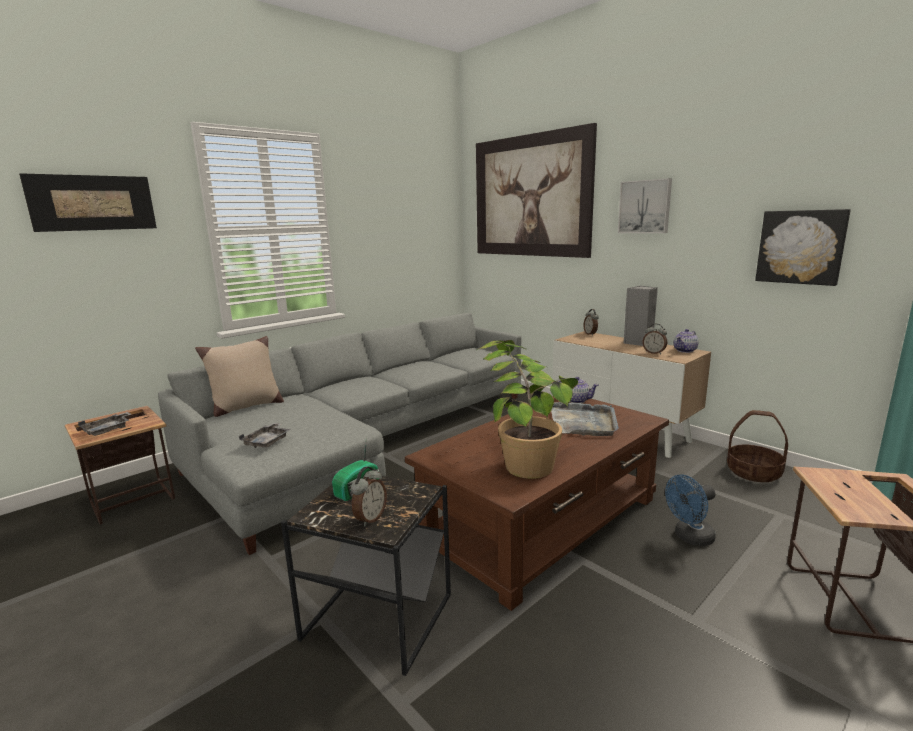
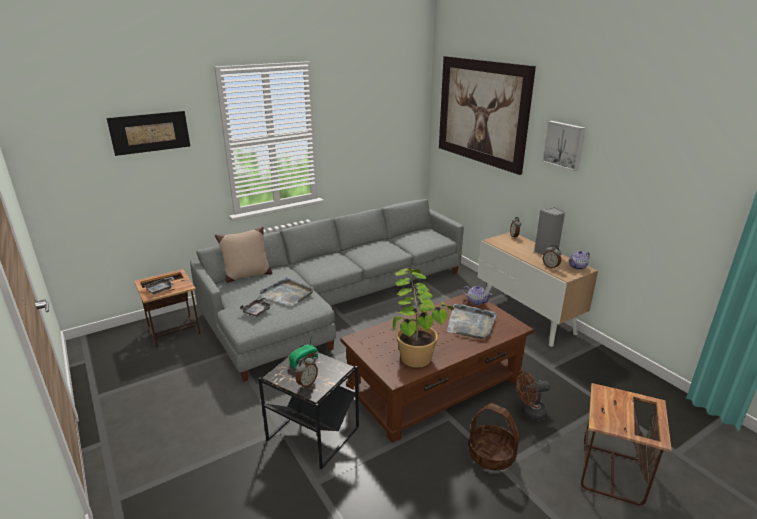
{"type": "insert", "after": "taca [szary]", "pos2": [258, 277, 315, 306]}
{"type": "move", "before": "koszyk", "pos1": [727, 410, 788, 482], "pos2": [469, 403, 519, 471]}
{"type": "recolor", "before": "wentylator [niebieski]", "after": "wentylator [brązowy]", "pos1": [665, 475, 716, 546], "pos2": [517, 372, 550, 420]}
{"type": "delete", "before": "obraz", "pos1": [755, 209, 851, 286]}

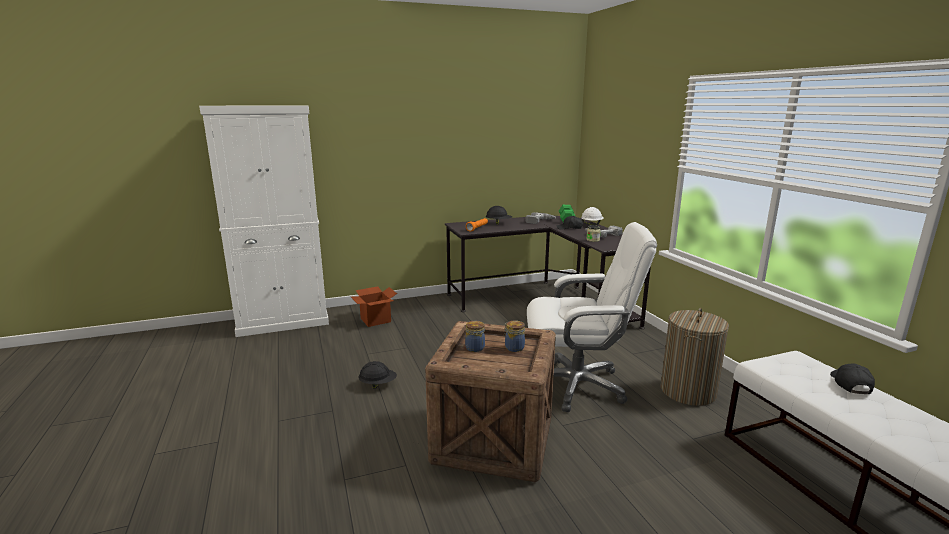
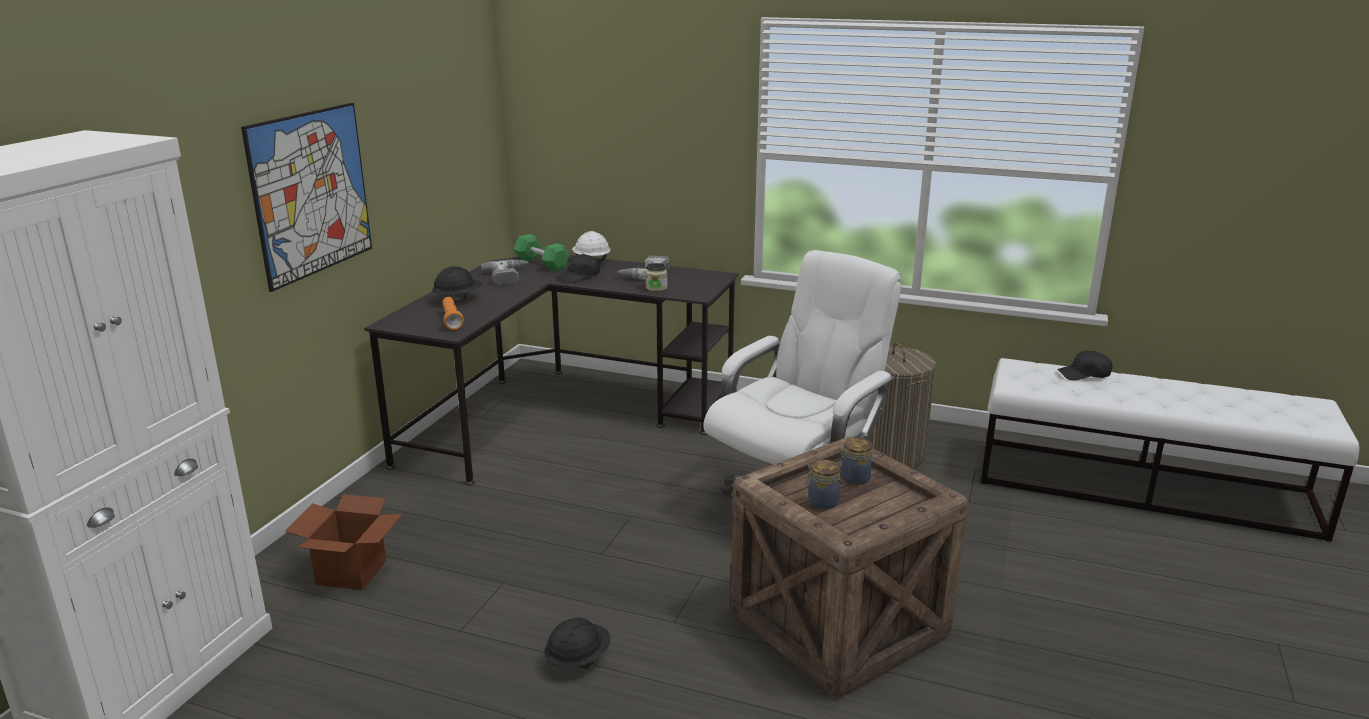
{"type": "insert", "after": "obraz", "pos2": [241, 103, 372, 292]}
{"type": "rotate", "before": "czapka z daszkiem [czarny]", "pos1": [830, 363, 875, 394], "pos2": [1057, 350, 1113, 380], "turn": -60}

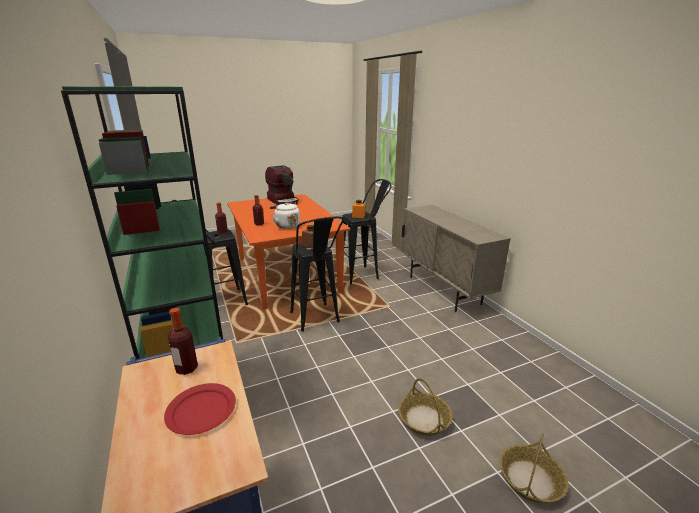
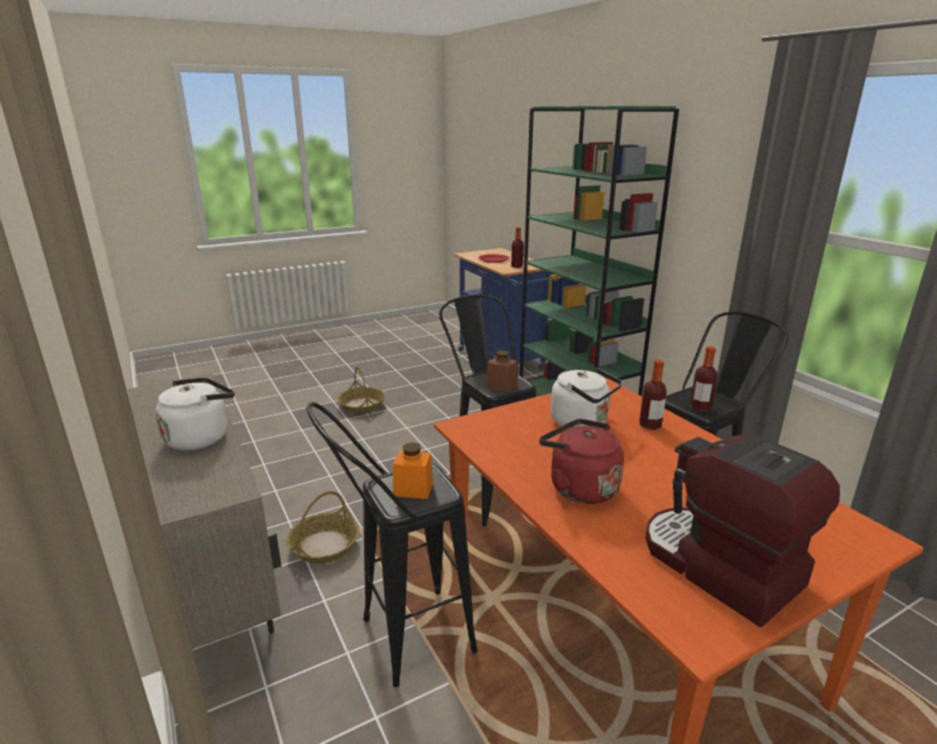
{"type": "insert", "after": "czajnik [biały]", "pos2": [155, 377, 235, 450]}
{"type": "move", "before": "koszyk", "pos1": [500, 433, 569, 503], "pos2": [287, 491, 359, 564]}
{"type": "insert", "after": "czajnik [czerwony]", "pos2": [539, 419, 624, 504]}

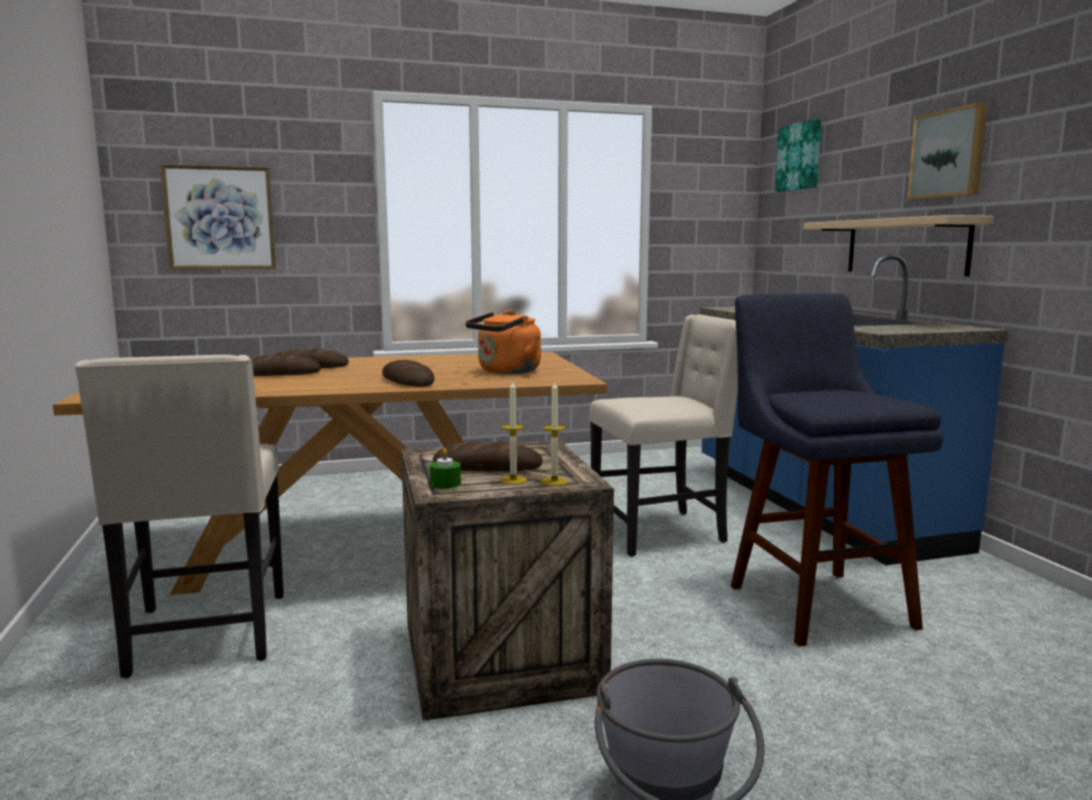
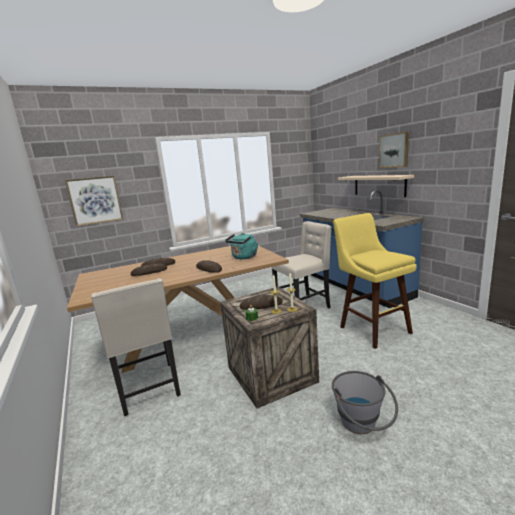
{"type": "recolor", "before": "czajnik [pomarańczowy]", "after": "czajnik [turkusowy]", "pos1": [465, 310, 541, 374], "pos2": [225, 233, 258, 259]}
{"type": "recolor", "before": "stołek [niebieski]", "after": "stołek [żółty]", "pos1": [731, 293, 943, 646], "pos2": [333, 213, 417, 349]}
{"type": "delete", "before": "obraz", "pos1": [775, 118, 821, 192]}

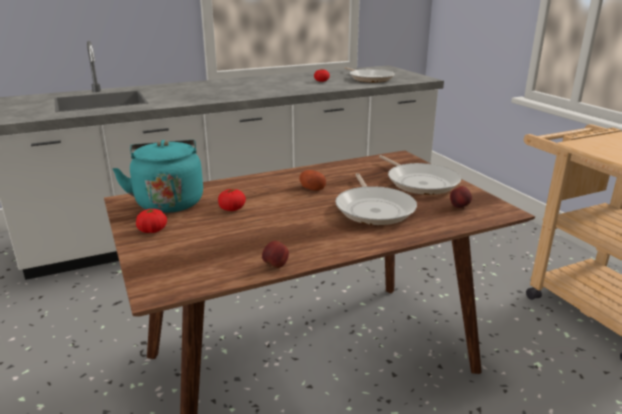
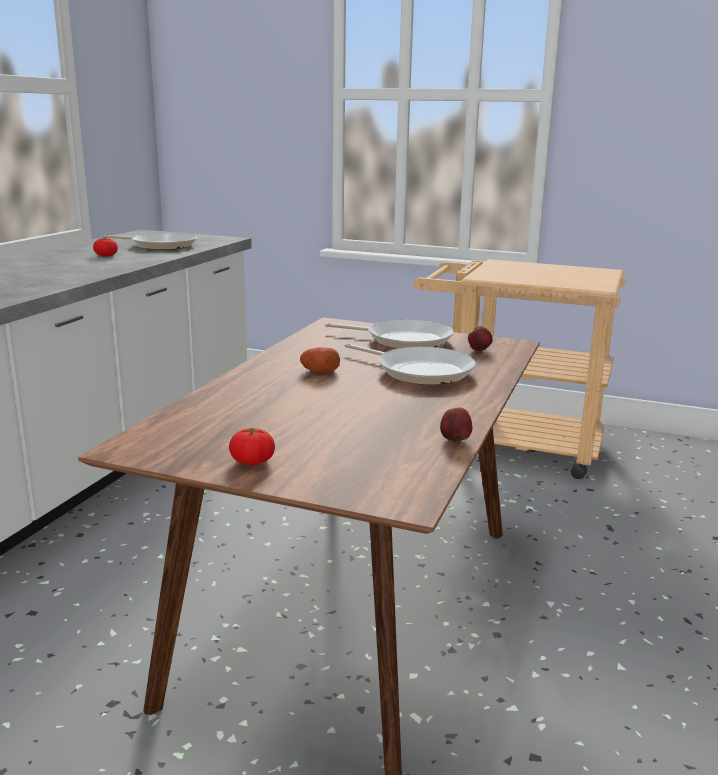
{"type": "delete", "before": "czajnik [turkusowy]", "pos1": [113, 140, 203, 213]}
{"type": "delete", "before": "pomidor", "pos1": [218, 189, 246, 211]}

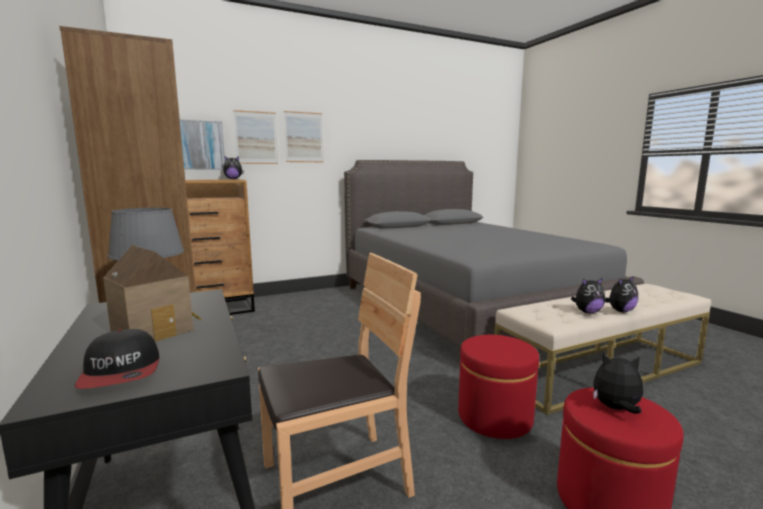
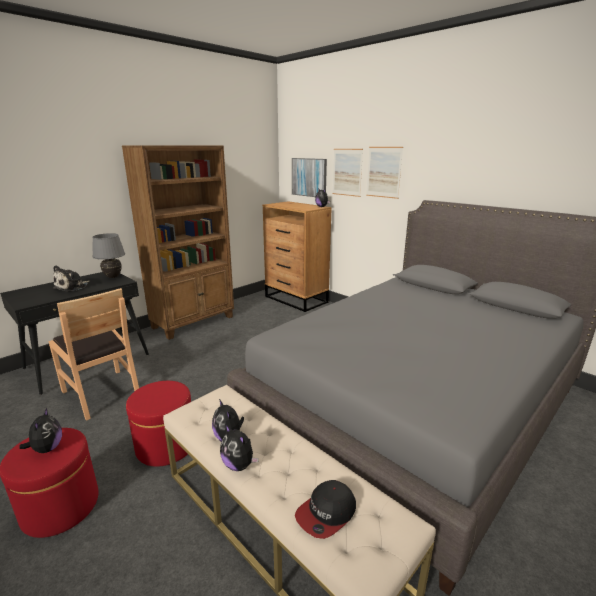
{"type": "replace", "before": "domek", "after": "pluszak", "pos1": [103, 245, 202, 342], "pos2": [53, 265, 90, 292]}
{"type": "move", "before": "czapka z daszkiem", "pos1": [74, 329, 159, 389], "pos2": [295, 480, 356, 539]}

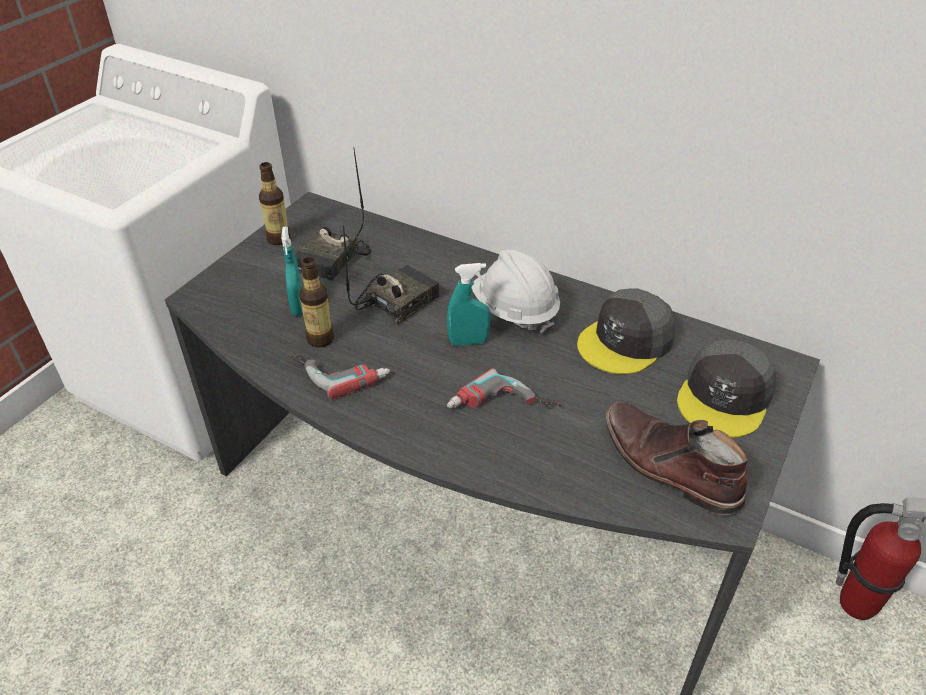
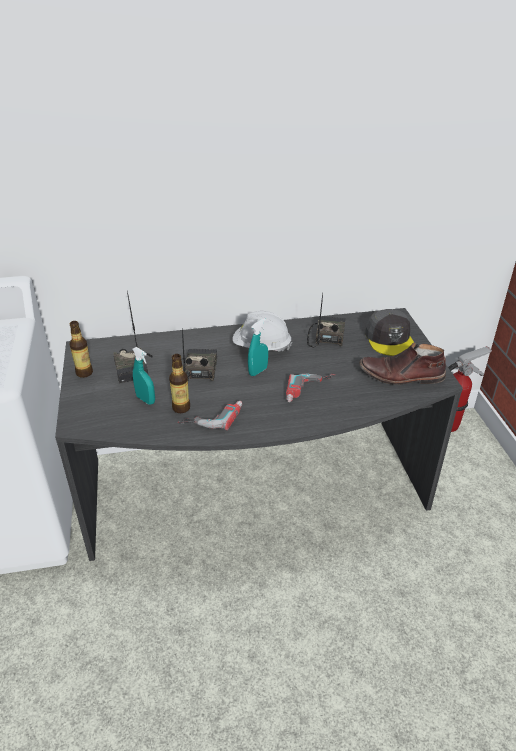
{"type": "replace", "before": "czapka z daszkiem [szary]", "after": "radio", "pos1": [577, 288, 676, 374], "pos2": [307, 293, 345, 348]}

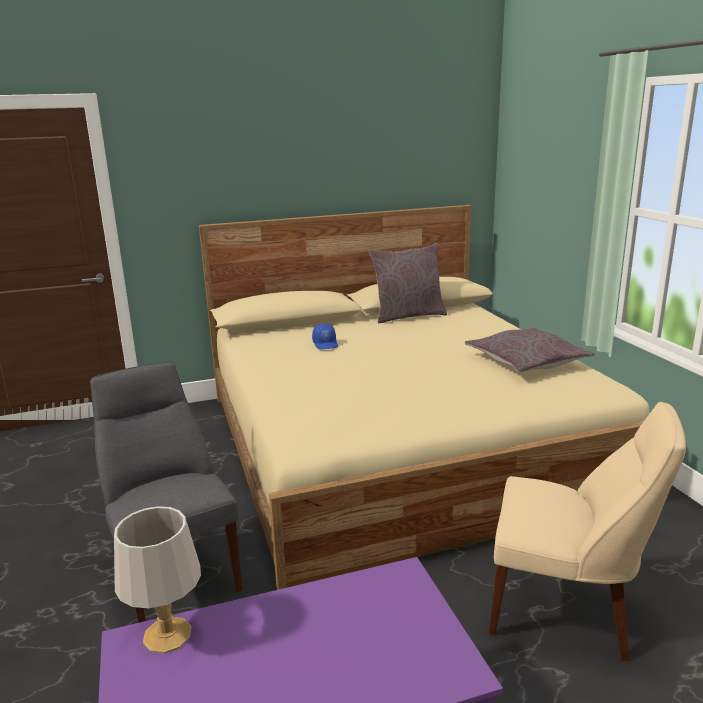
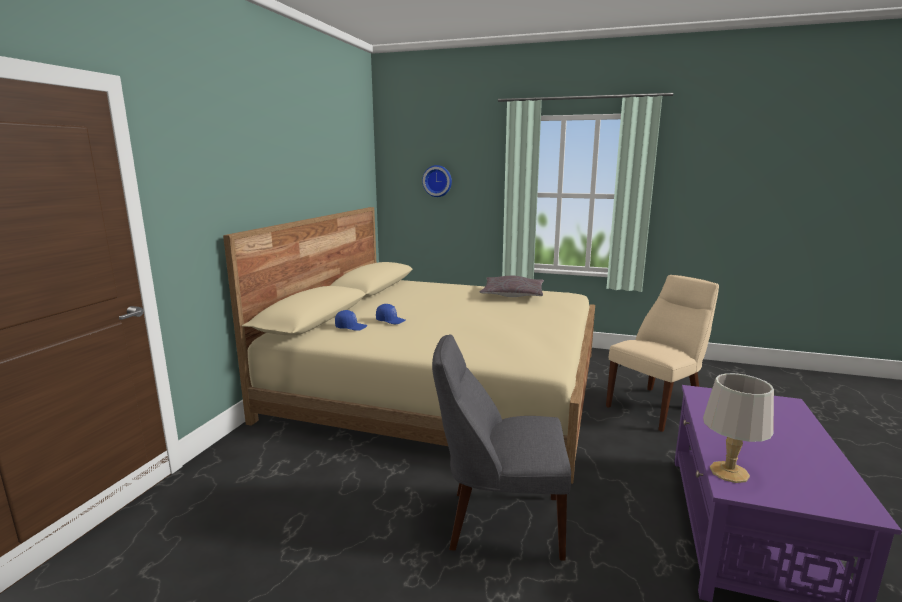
{"type": "insert", "after": "czapka z daszkiem [niebieski]", "pos2": [335, 310, 367, 331]}
{"type": "insert", "after": "zegar ścienny", "pos2": [422, 165, 452, 197]}
{"type": "delete", "before": "poduszka [szary]", "pos1": [369, 243, 447, 323]}

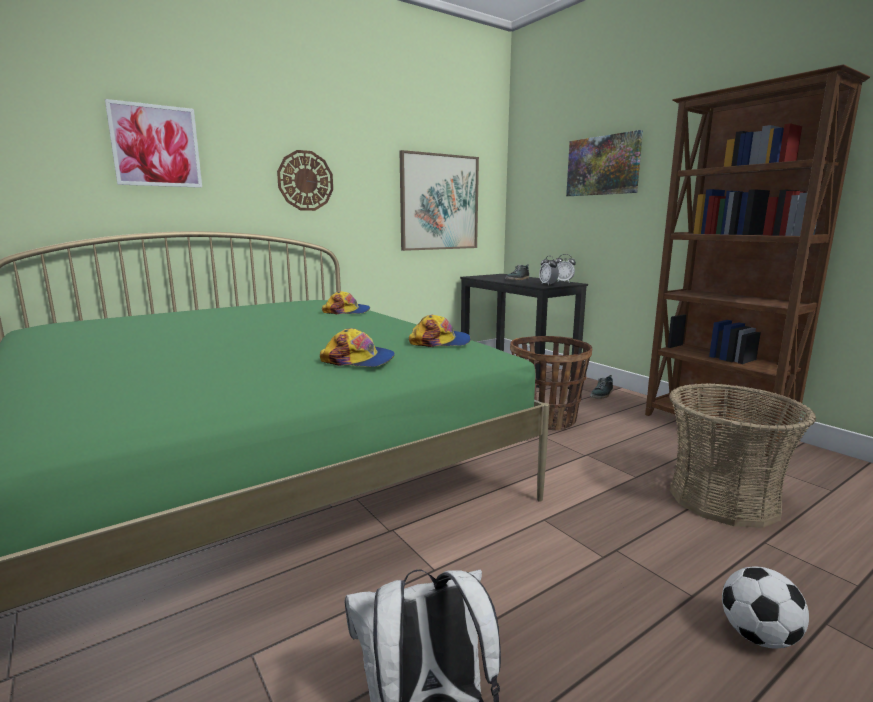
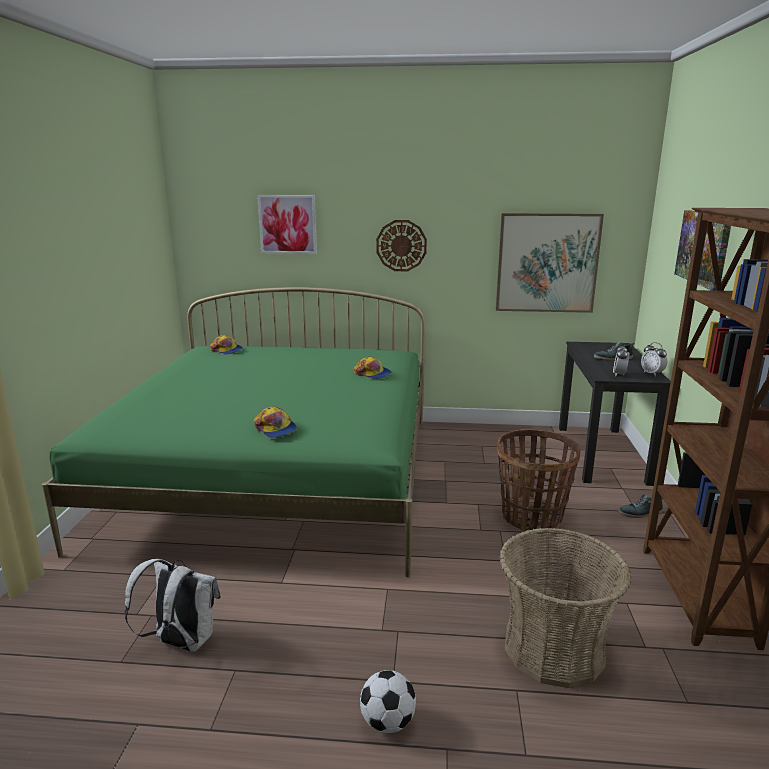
{"type": "move", "before": "czapka z daszkiem", "pos1": [409, 315, 471, 347], "pos2": [210, 335, 243, 355]}

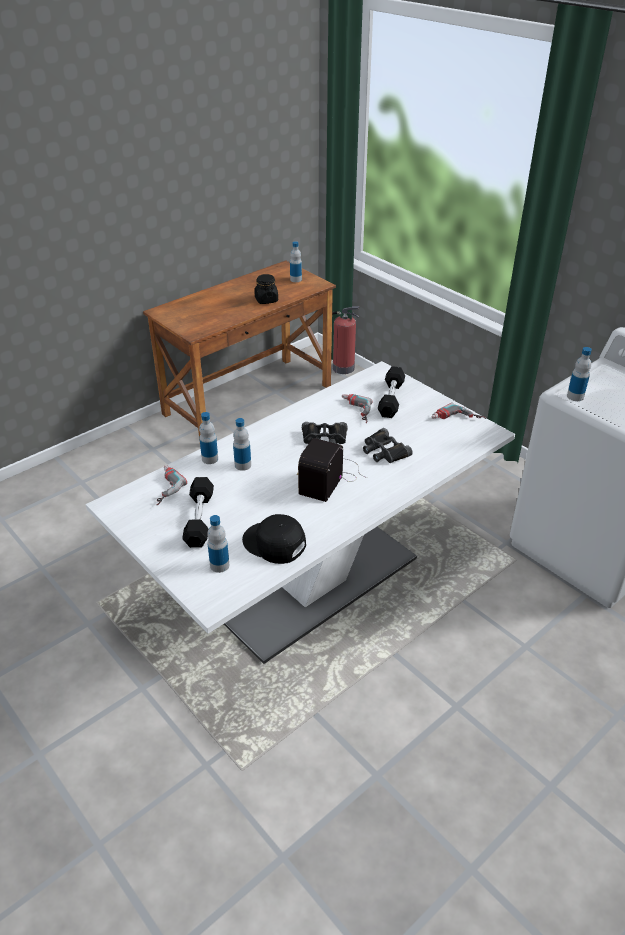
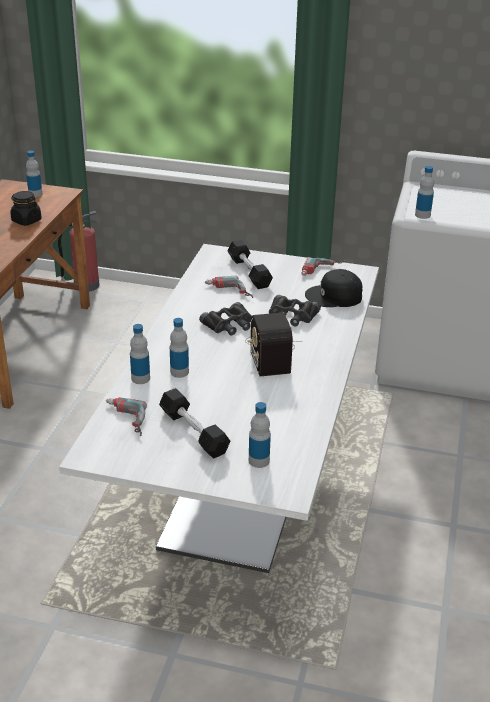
{"type": "move", "before": "czapka z daszkiem [czarny]", "pos1": [242, 514, 306, 564], "pos2": [305, 269, 362, 307]}

